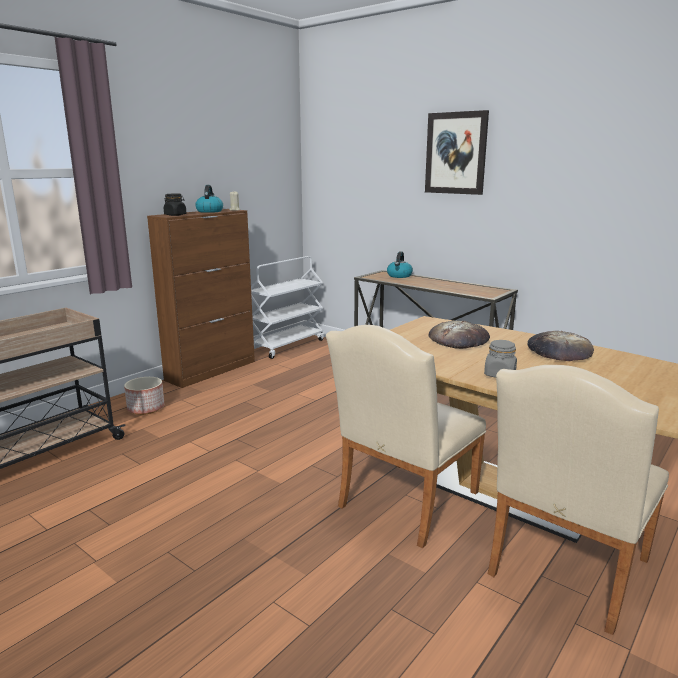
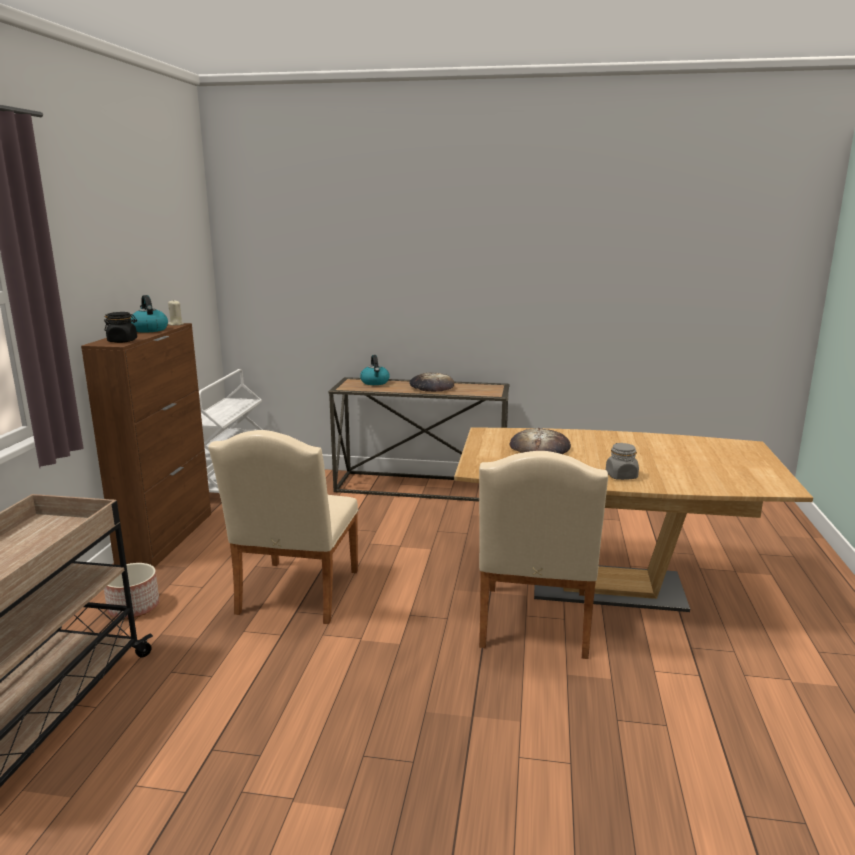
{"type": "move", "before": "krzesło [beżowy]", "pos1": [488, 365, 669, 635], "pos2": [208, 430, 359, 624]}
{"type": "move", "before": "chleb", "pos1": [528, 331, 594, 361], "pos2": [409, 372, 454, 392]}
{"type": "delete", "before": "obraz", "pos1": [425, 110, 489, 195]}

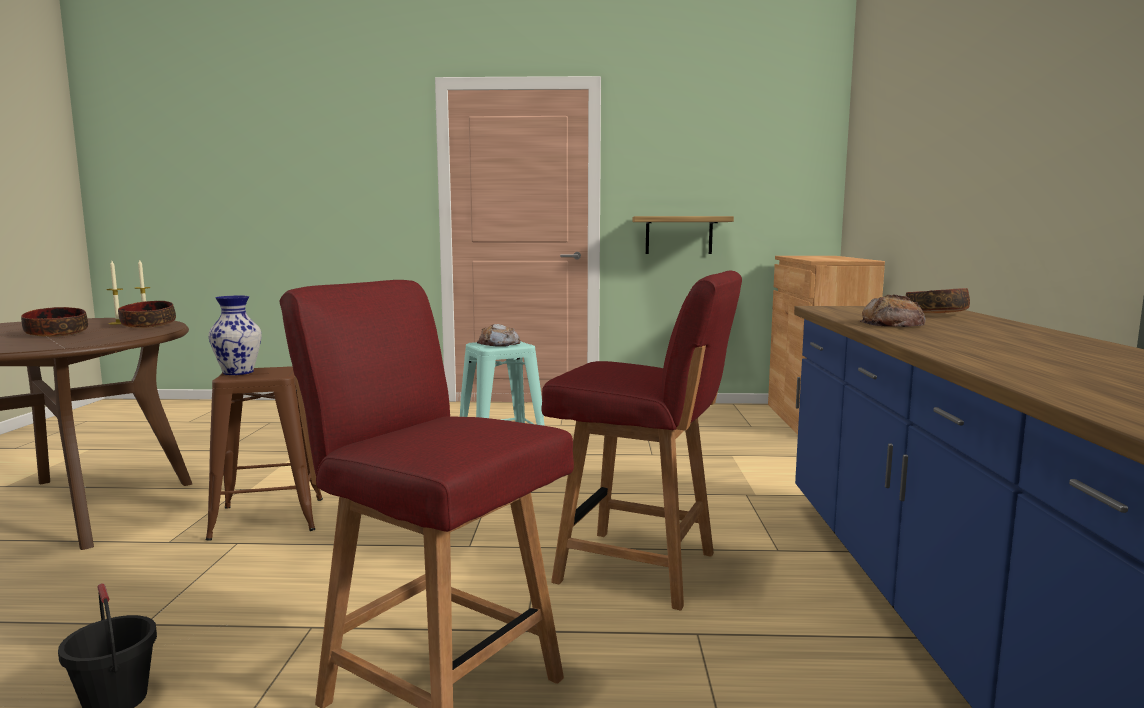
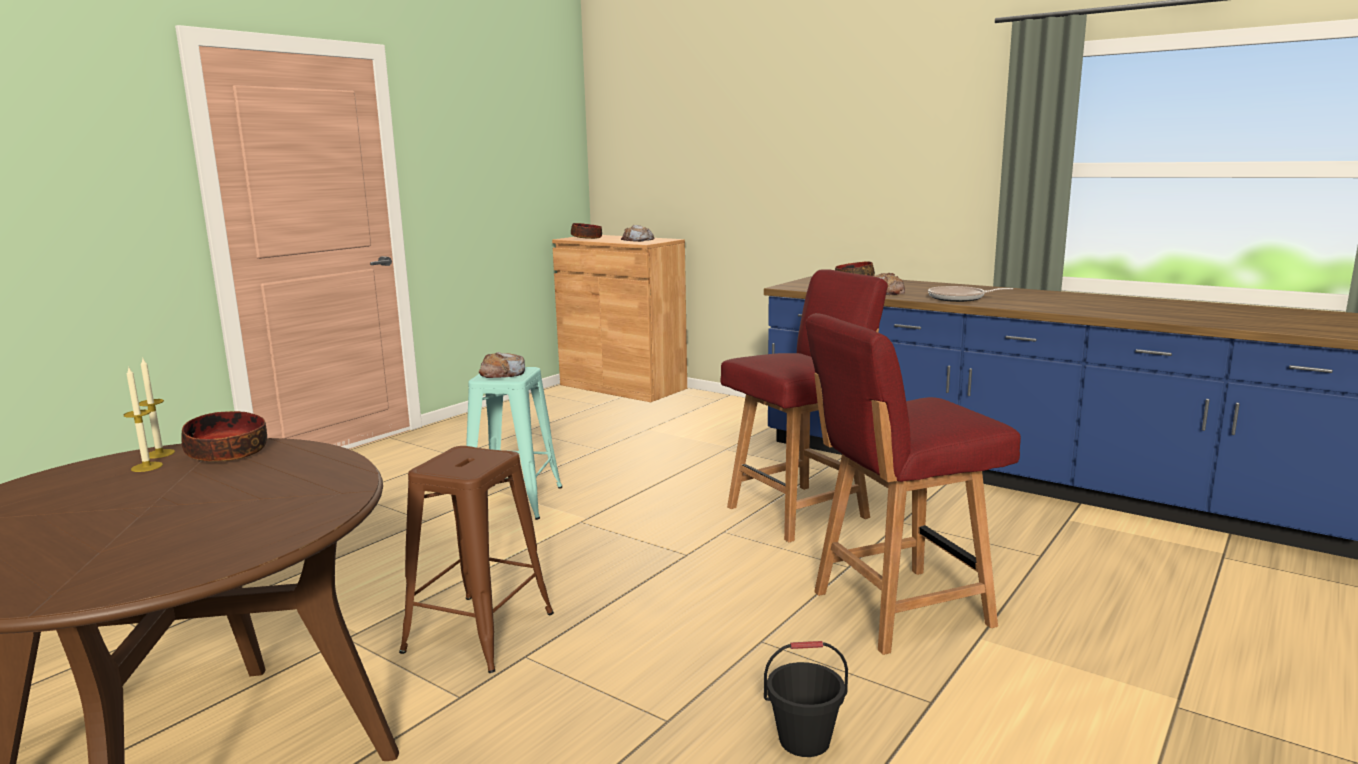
{"type": "move", "before": "miska", "pos1": [21, 307, 88, 337], "pos2": [571, 223, 602, 239]}
{"type": "insert", "after": "chleb", "pos2": [621, 225, 655, 242]}
{"type": "insert", "after": "patelnia", "pos2": [928, 286, 1013, 302]}
{"type": "delete", "before": "wazon", "pos1": [208, 296, 262, 375]}
{"type": "delete", "before": "półka", "pos1": [632, 216, 734, 254]}

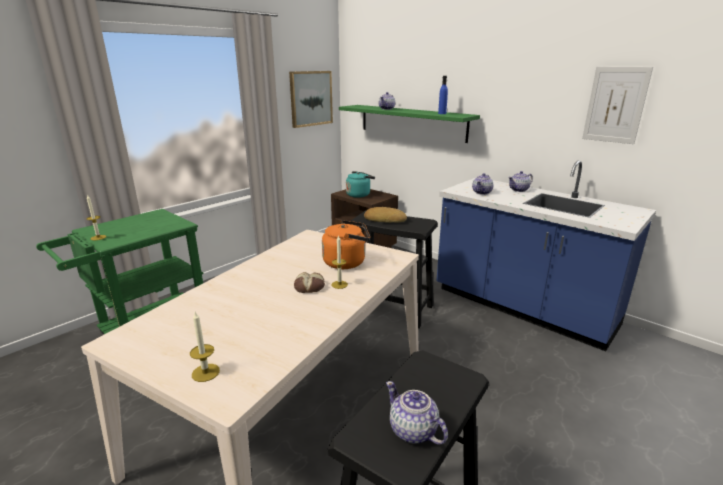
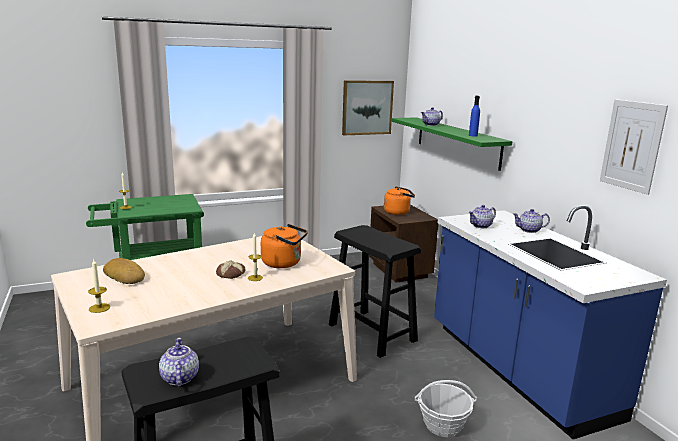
{"type": "move", "before": "chleb", "pos1": [364, 207, 407, 223], "pos2": [103, 258, 145, 284]}
{"type": "recolor", "before": "czajnik [turkusowy]", "after": "czajnik [pomarańczowy]", "pos1": [346, 171, 375, 198], "pos2": [384, 186, 415, 215]}
{"type": "insert", "after": "koszyk", "pos2": [415, 380, 477, 437]}

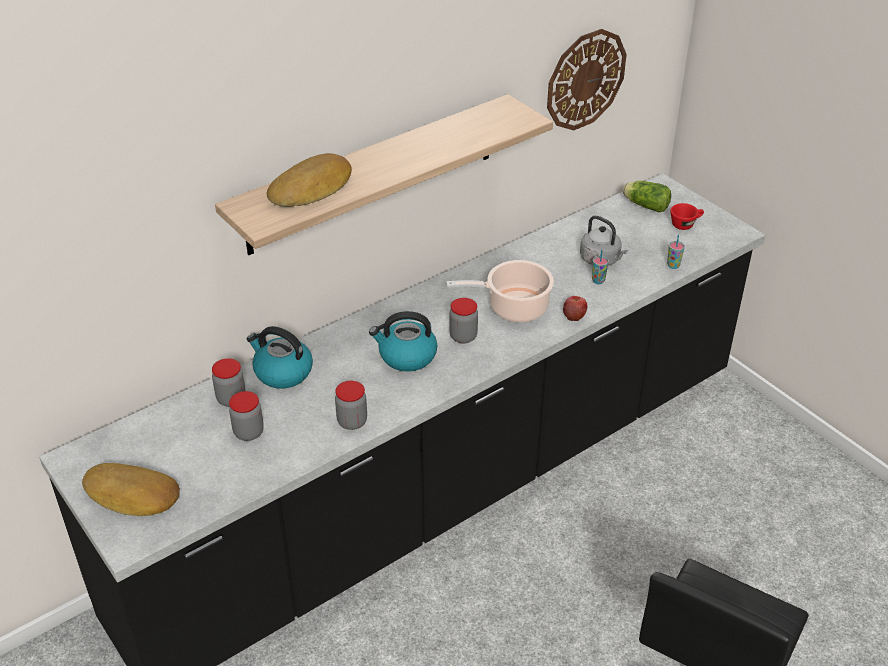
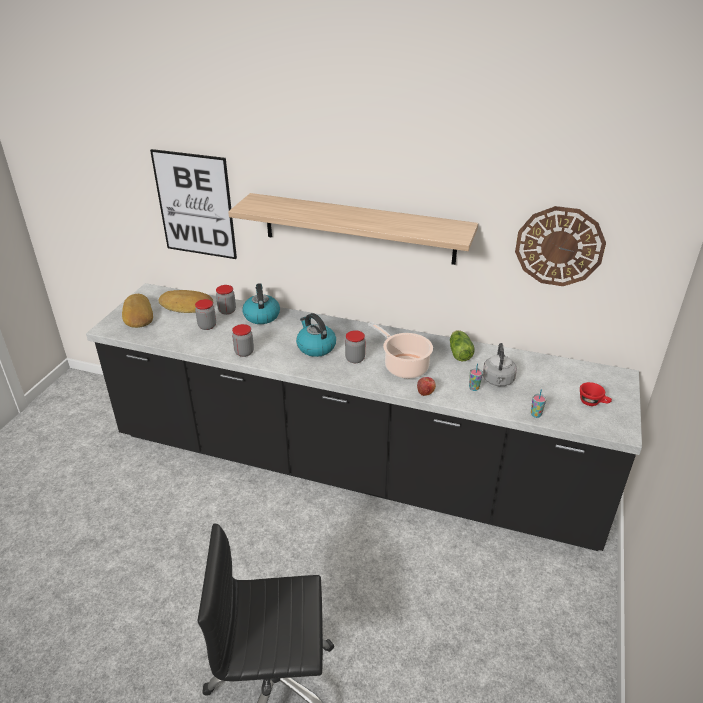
{"type": "insert", "after": "obraz", "pos2": [150, 149, 237, 259]}
{"type": "move", "before": "chleb", "pos1": [267, 153, 352, 207], "pos2": [159, 290, 213, 313]}
{"type": "move", "before": "sałata", "pos1": [623, 181, 671, 212], "pos2": [450, 330, 475, 362]}

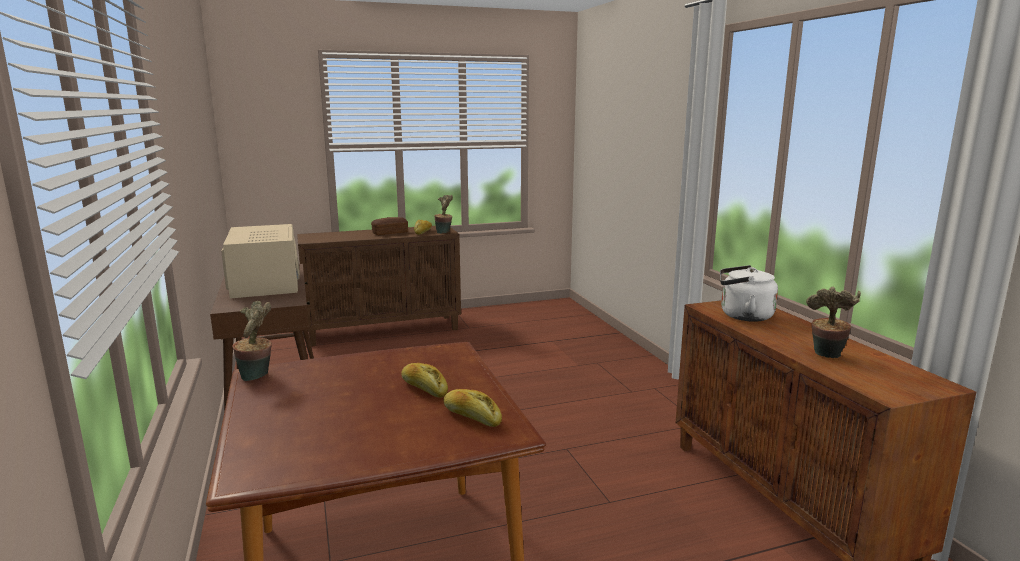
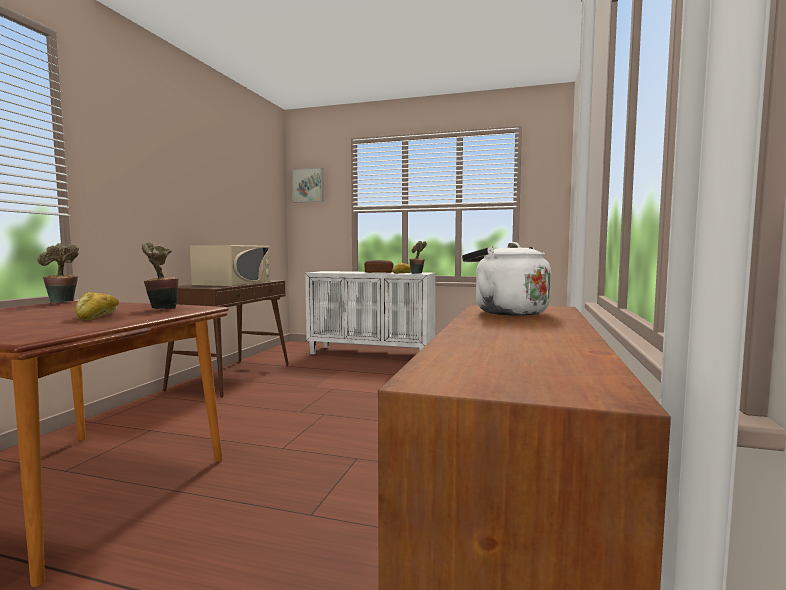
{"type": "move", "before": "roślina doniczkowa", "pos1": [806, 287, 861, 358], "pos2": [142, 242, 179, 309]}
{"type": "insert", "after": "obraz", "pos2": [292, 168, 324, 203]}
{"type": "recolor", "before": "szafka [brązowy]", "after": "szafka [biały]", "pos1": [297, 226, 461, 347], "pos2": [305, 271, 436, 354]}
{"type": "delete", "before": "chleb", "pos1": [444, 389, 502, 427]}

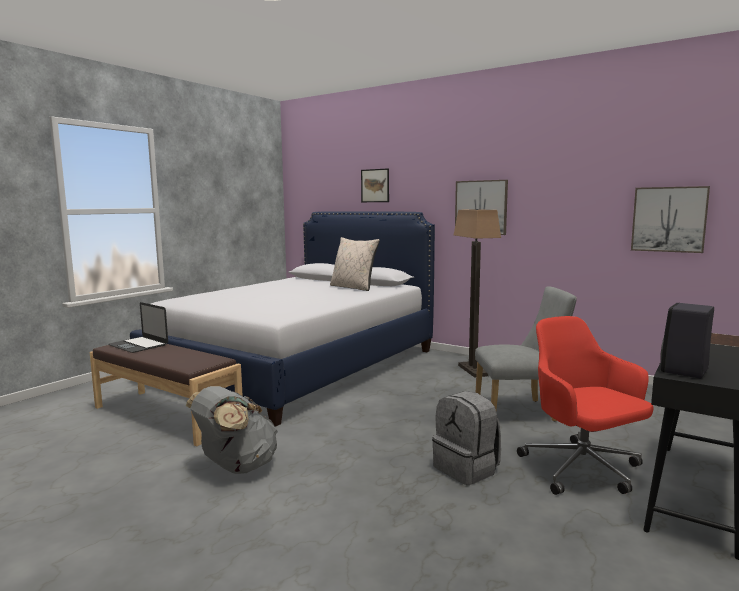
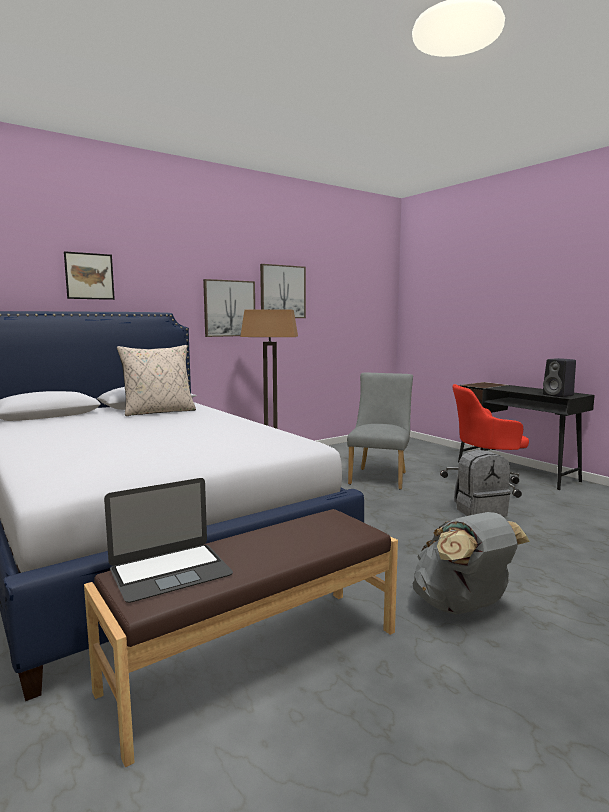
{"type": "move", "before": "obraz", "pos1": [631, 186, 710, 253], "pos2": [260, 264, 306, 318]}

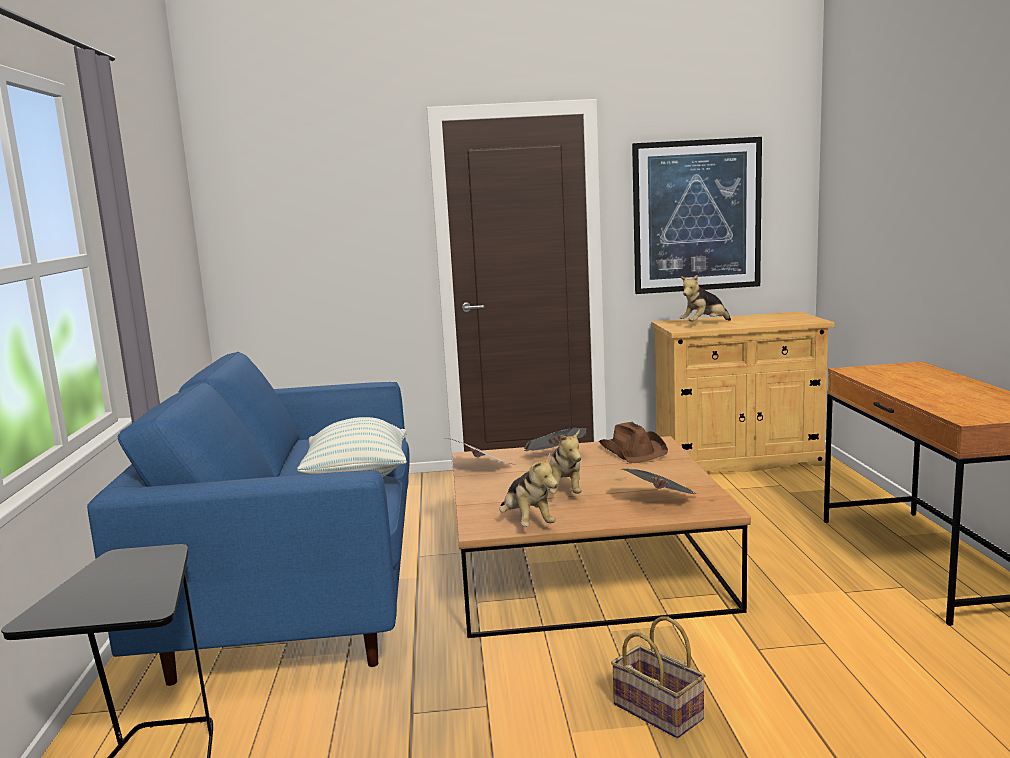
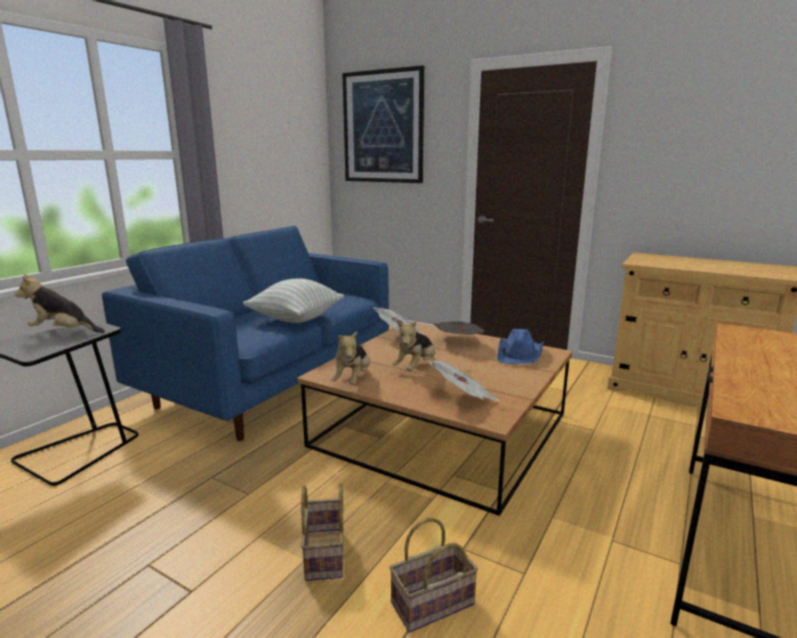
{"type": "move", "before": "pluszak", "pos1": [679, 275, 731, 322], "pos2": [15, 274, 105, 333]}
{"type": "move", "before": "obraz", "pos1": [632, 137, 762, 294], "pos2": [342, 65, 424, 183]}
{"type": "insert", "after": "koszyk", "pos2": [389, 518, 478, 633]}
{"type": "recolor", "before": "kapelusz [brązowy]", "after": "kapelusz [niebieski]", "pos1": [599, 422, 668, 463], "pos2": [497, 329, 544, 364]}

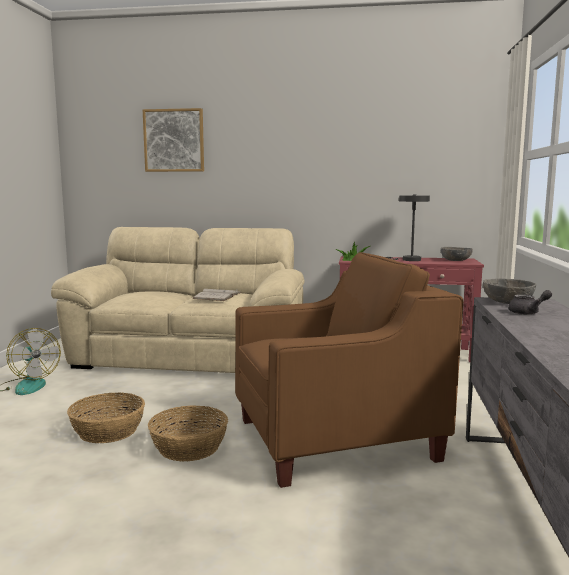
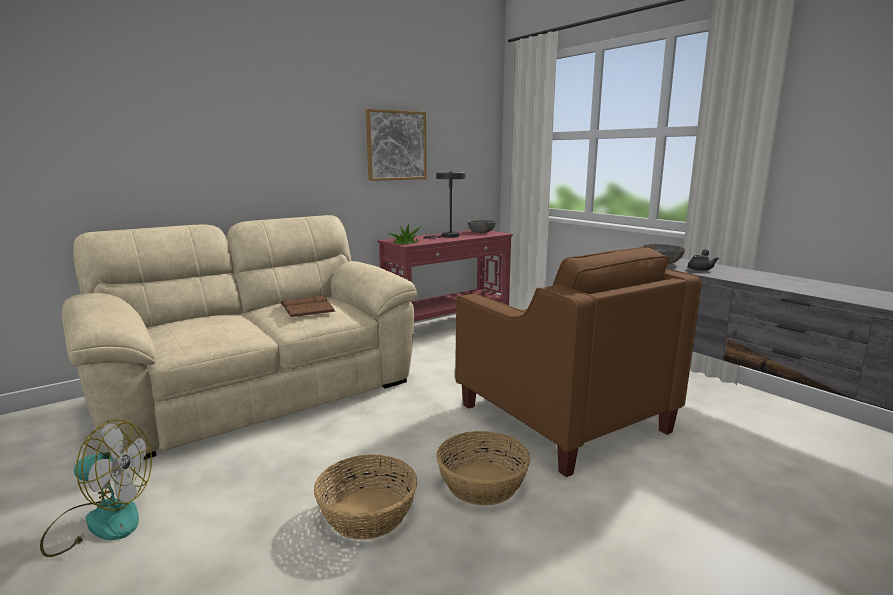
{"type": "recolor", "before": "książka [biały]", "after": "książka [brązowy]", "pos1": [193, 289, 242, 301], "pos2": [281, 294, 335, 317]}
{"type": "move", "before": "obraz", "pos1": [143, 108, 204, 172], "pos2": [366, 109, 427, 181]}
{"type": "rotate", "before": "fotel [brązowy]", "pos1": [235, 252, 463, 488], "pos2": [455, 247, 702, 477], "turn": 120}

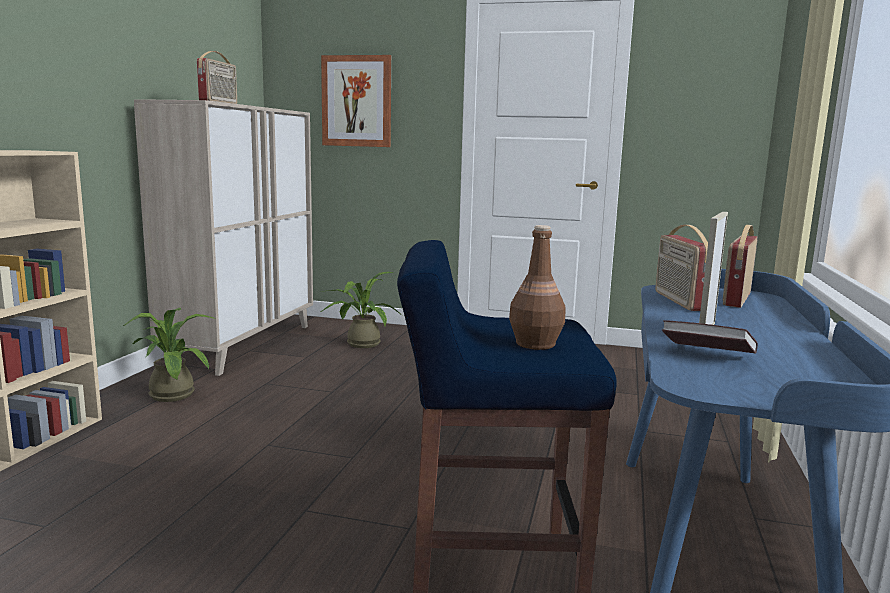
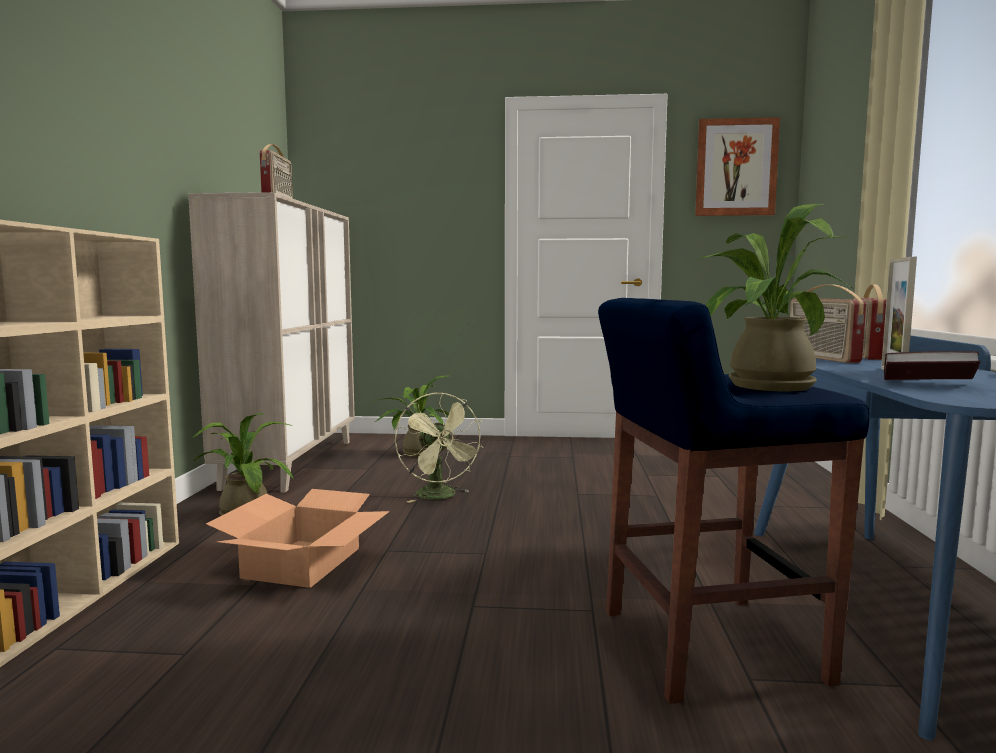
{"type": "insert", "after": "karton", "pos2": [206, 489, 390, 588]}
{"type": "insert", "after": "wentylator [zielony]", "pos2": [395, 392, 484, 503]}
{"type": "move", "before": "obraz", "pos1": [321, 55, 391, 147], "pos2": [695, 117, 780, 216]}
{"type": "replace", "before": "butelka [brązowy]", "after": "roślina doniczkowa", "pos1": [509, 225, 565, 350], "pos2": [697, 204, 852, 391]}

